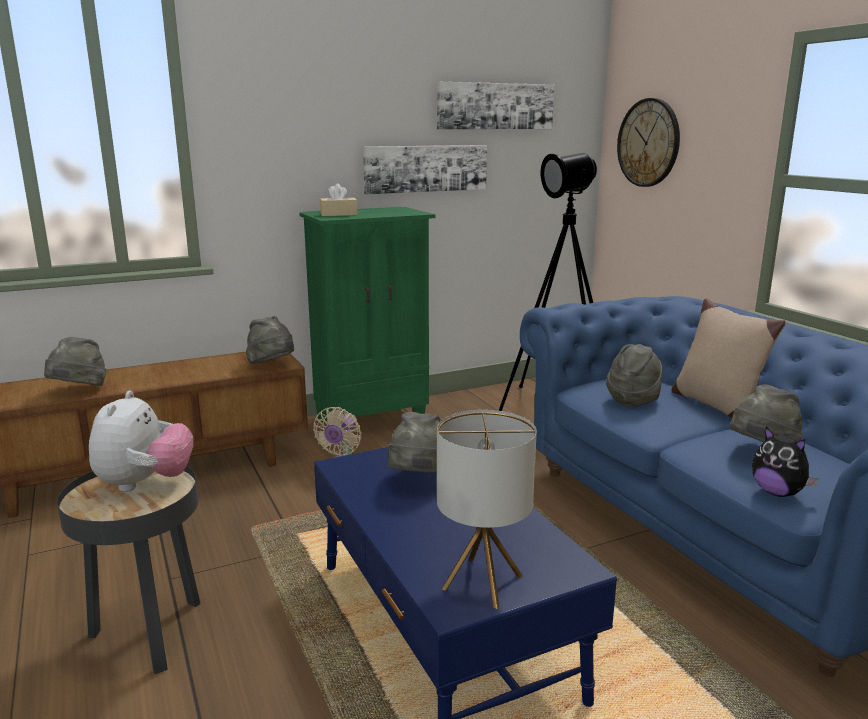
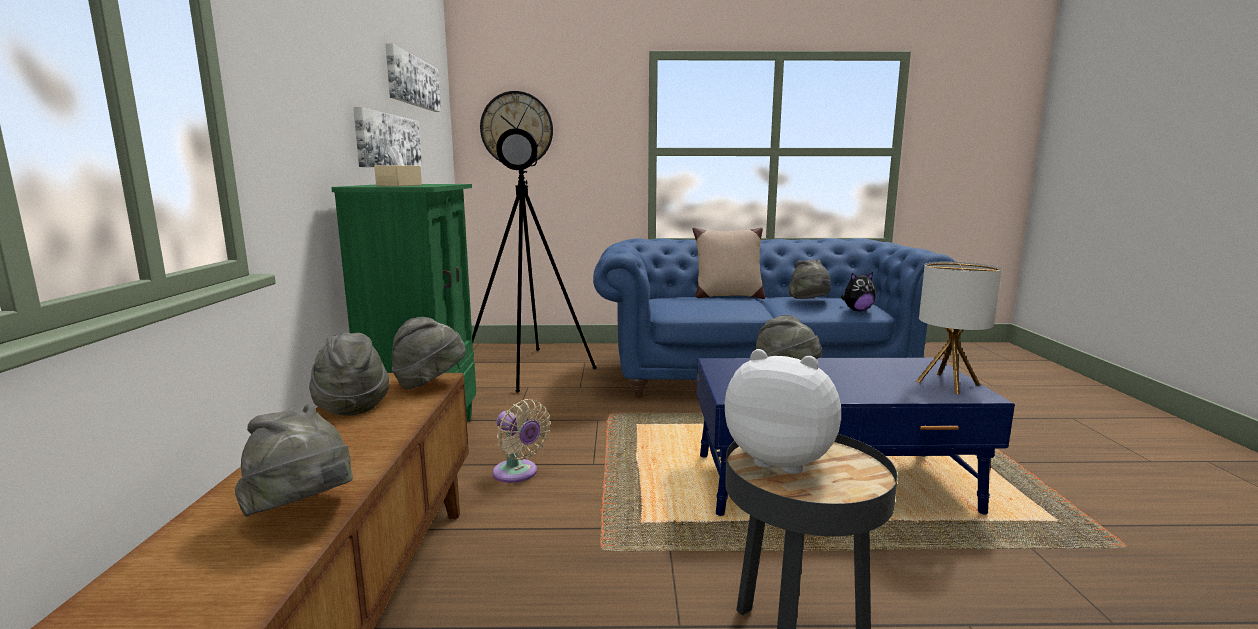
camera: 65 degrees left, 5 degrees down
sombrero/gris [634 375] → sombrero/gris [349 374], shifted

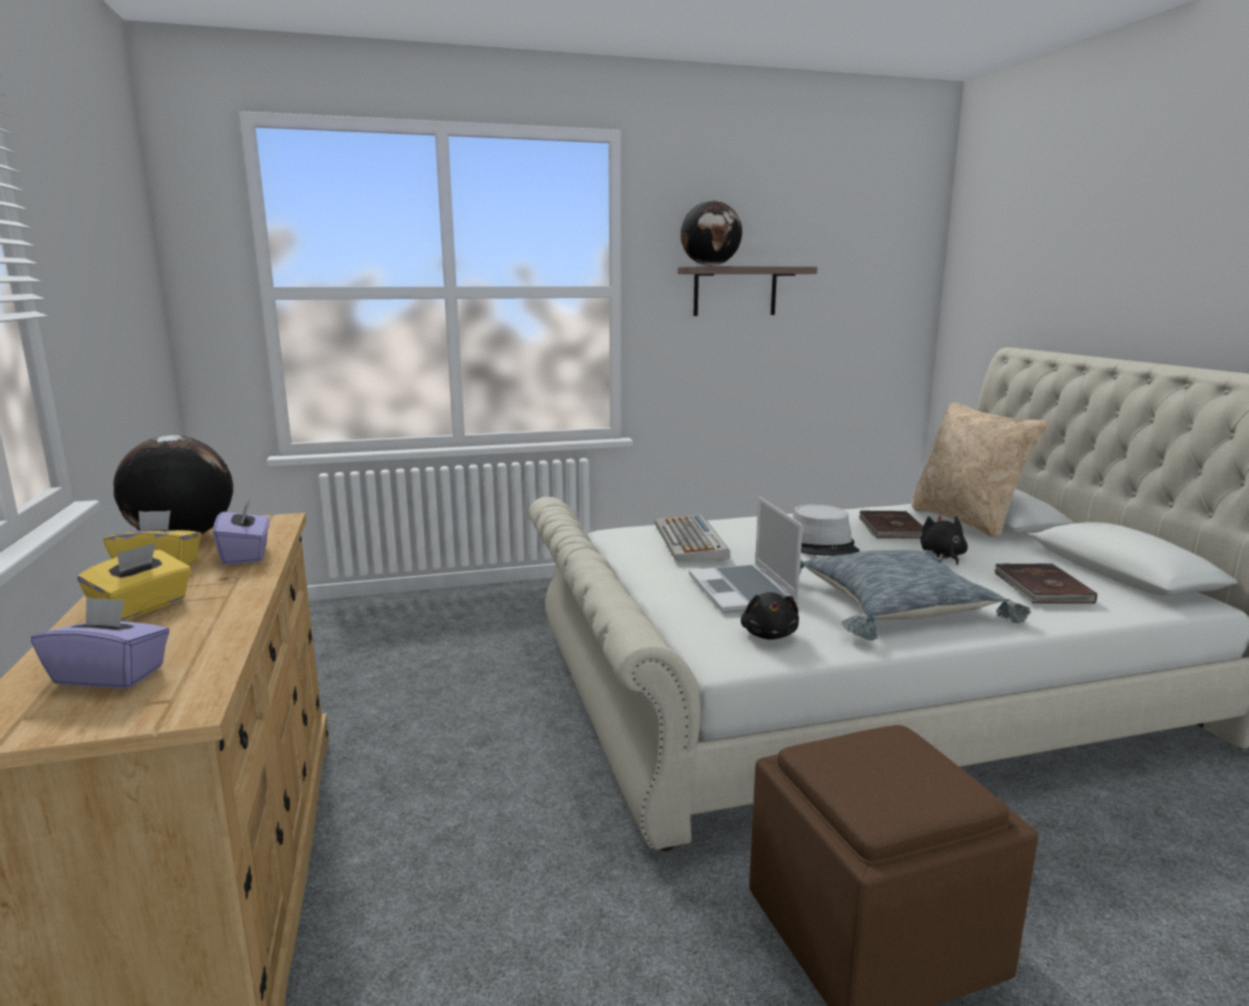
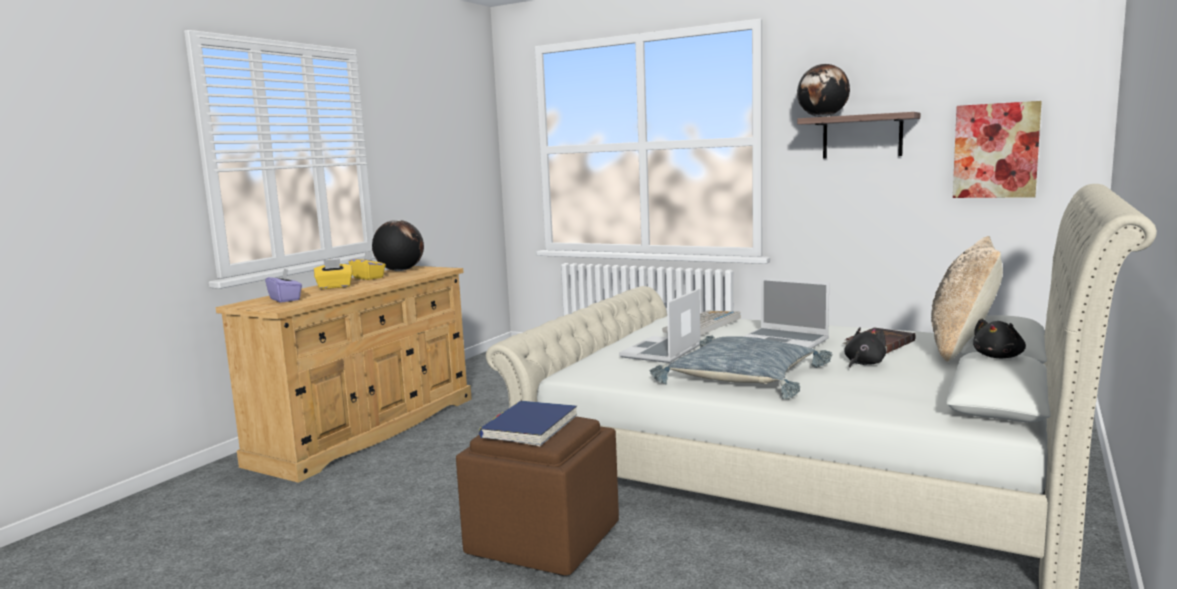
camera: 45 degrees right, 5 degrees down
caja de pañuelos/morado [241 531] → -
sombrero/gris [826 530] → portátil [786 313]
libro/marrón [1046 583] → -
peluche/negro [770 616] → peluche/negro [999 338], shifted
- → cuadro [997 149]
- → libro/azul [528 423]

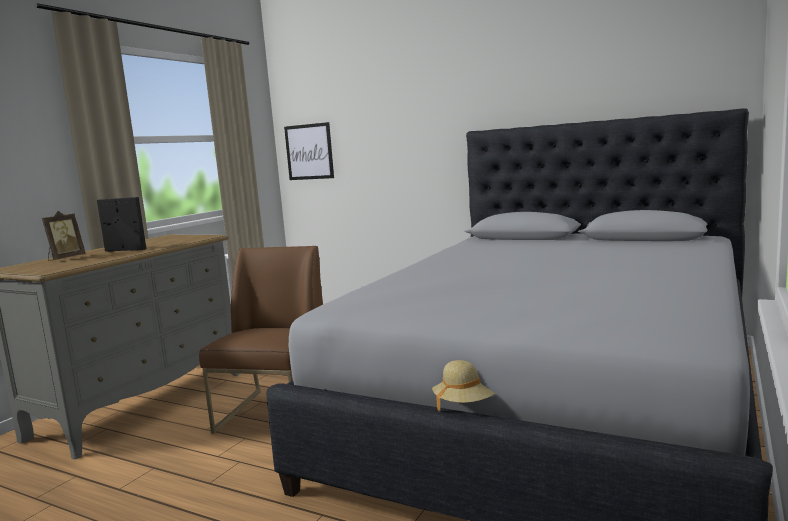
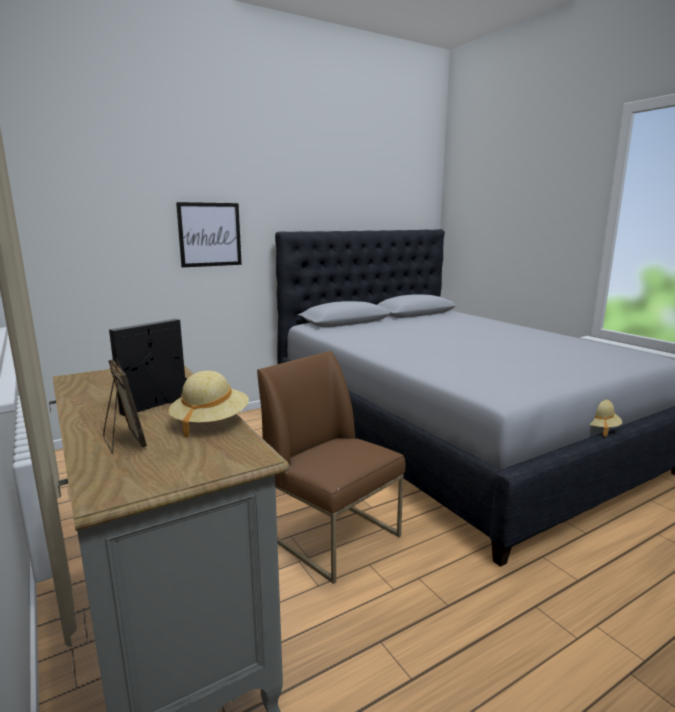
camera: 60 degrees left, 5 degrees up
cuadro [309 151] → cuadro [209 234], shifted
- → sombrero/beis [208 404]

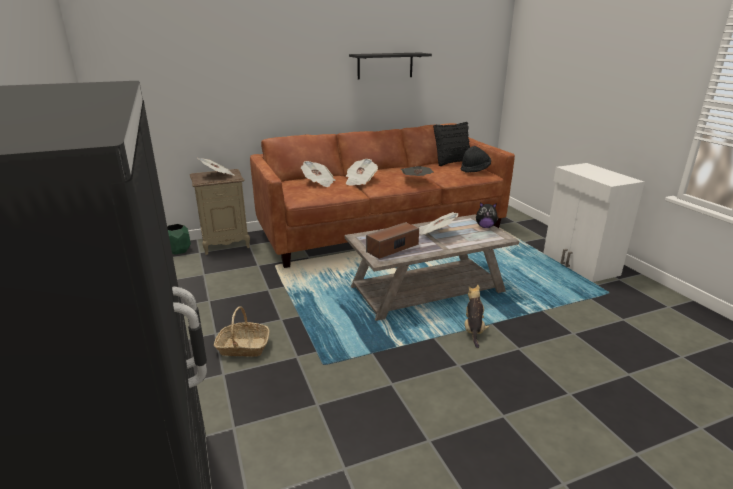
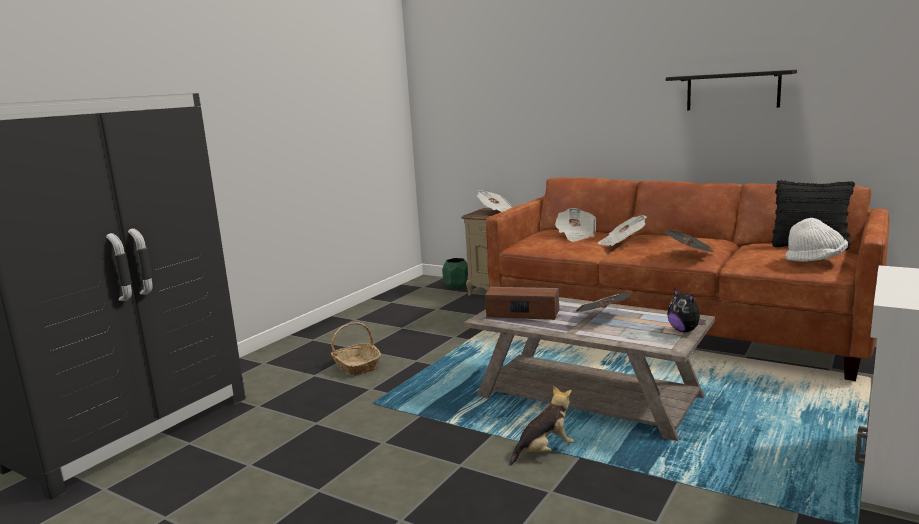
camera: 55 degrees right, 10 degrees down
sombrero/negro [476 159] → sombrero/blanco [816 240]

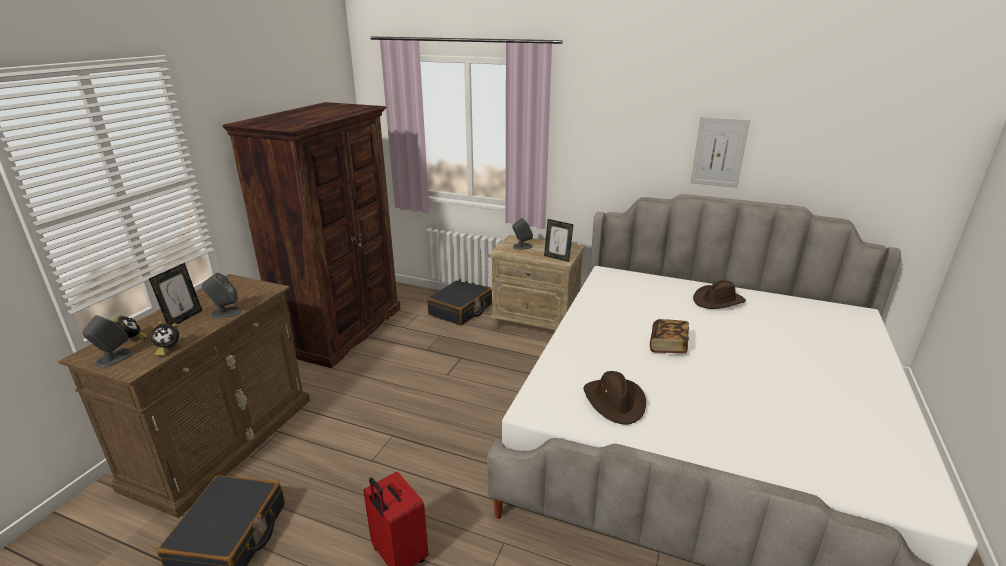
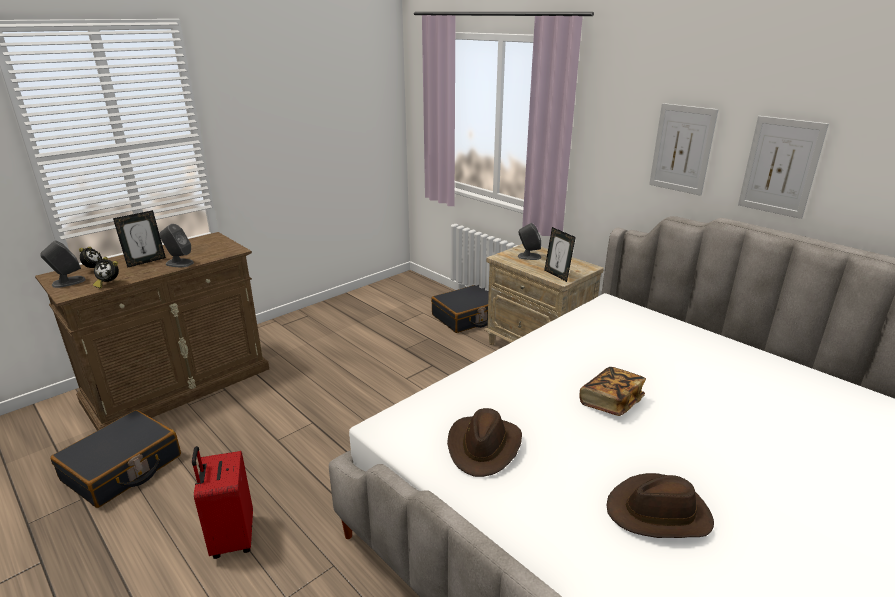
camera: 25 degrees right, 0 degrees up
armario ropero/marrón [311 235] → -
sombrero/marrón [719 294] → sombrero/marrón [660 505], shifted
- → cuadro [684 149]

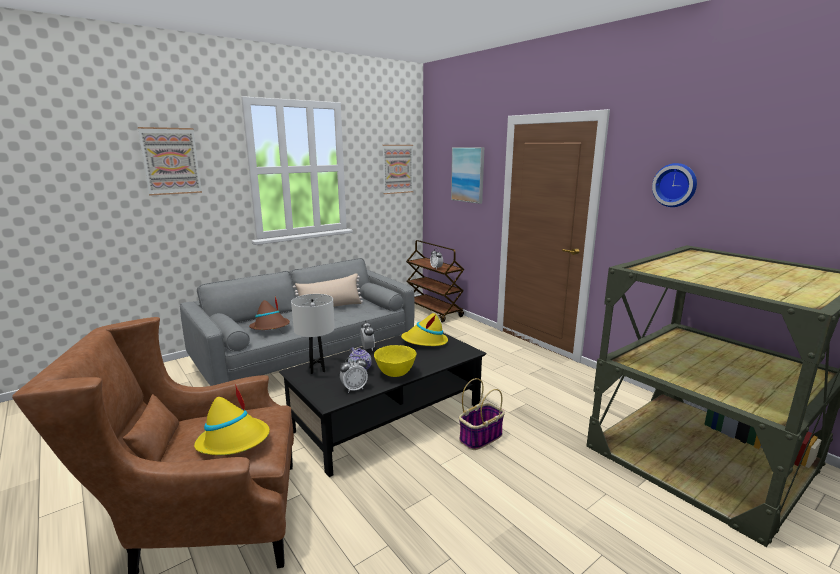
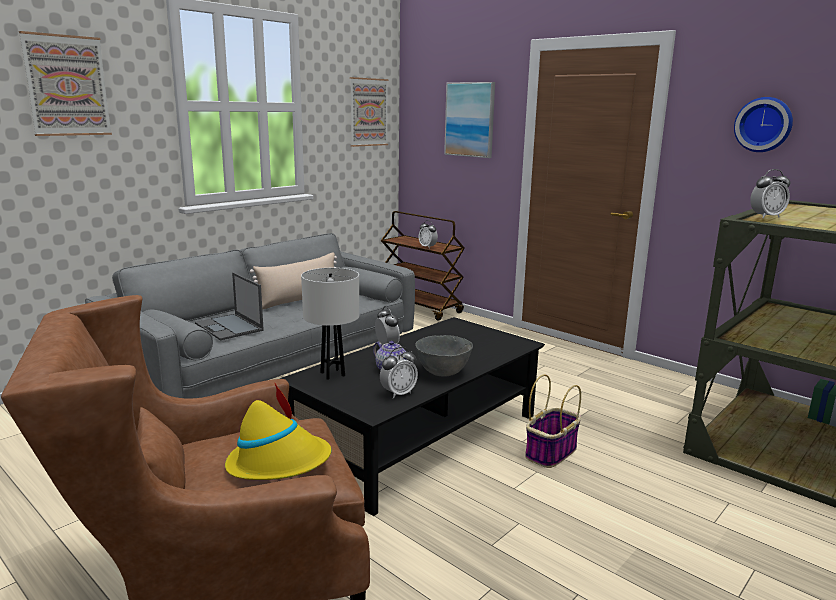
camera: 10 degrees left, 0 degrees up
sombrero/marrón [269 313] → portátil [229 306]
sombrero/amarillo [424 329] → -
cuenco/amarillo [395 361] → cuenco/gris [444 356]
- → despertador [770 193]

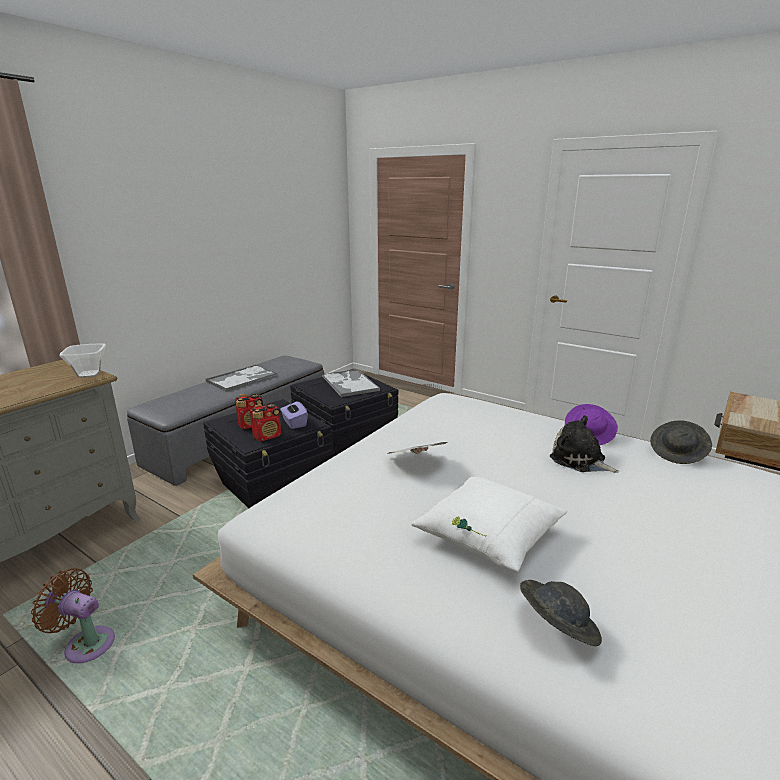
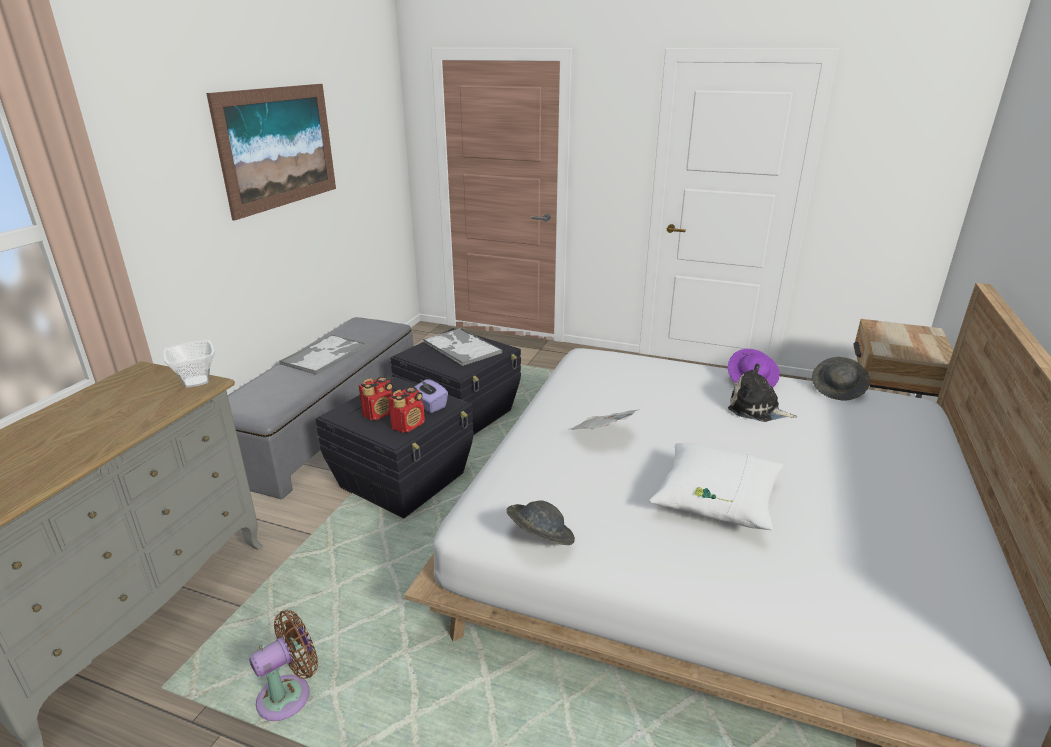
camera: 15 degrees left, 5 degrees up
ventilador/marrón [73 615] → ventilador/marrón [283 665], 135 degrees clockwise
sombrero/gris [561 613] → sombrero/gris [540 522], shifted
- → cuadro [271 152]

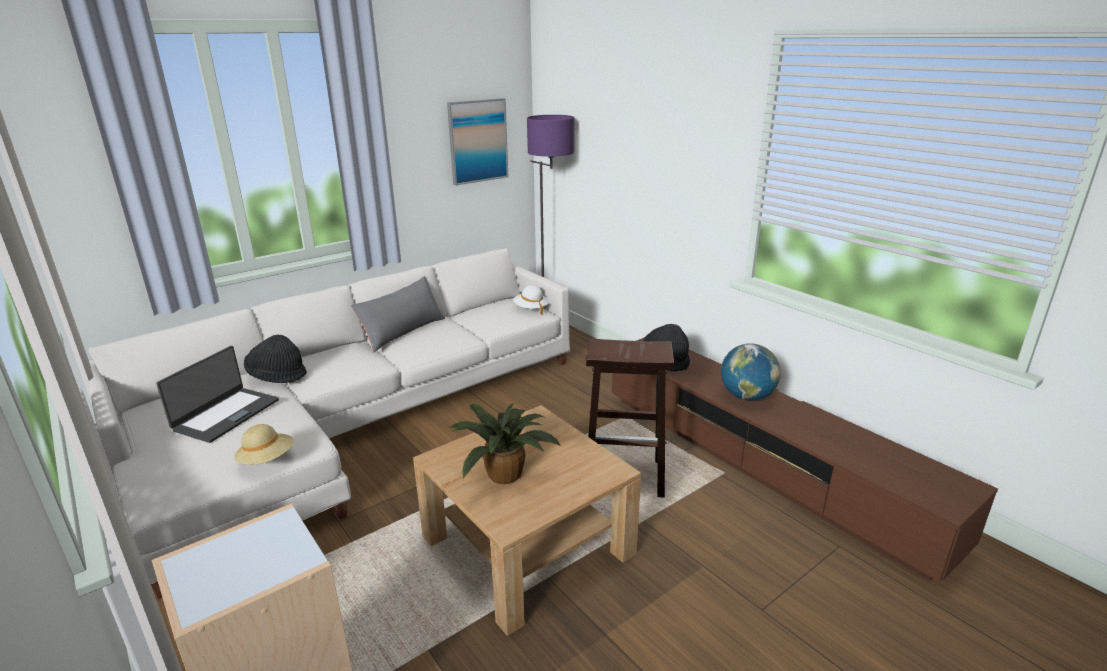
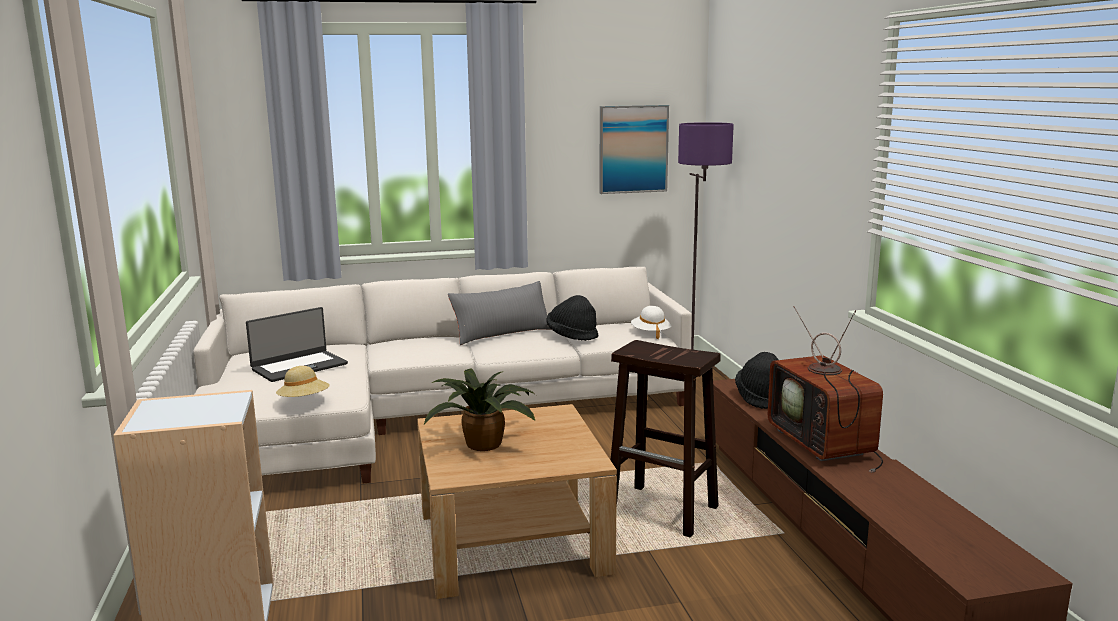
camera: 25 degrees right, 10 degrees down
sombrero/negro [275 359] → sombrero/negro [572 318], shifted
globo terráqueo [751 372] → televisor [825 389]

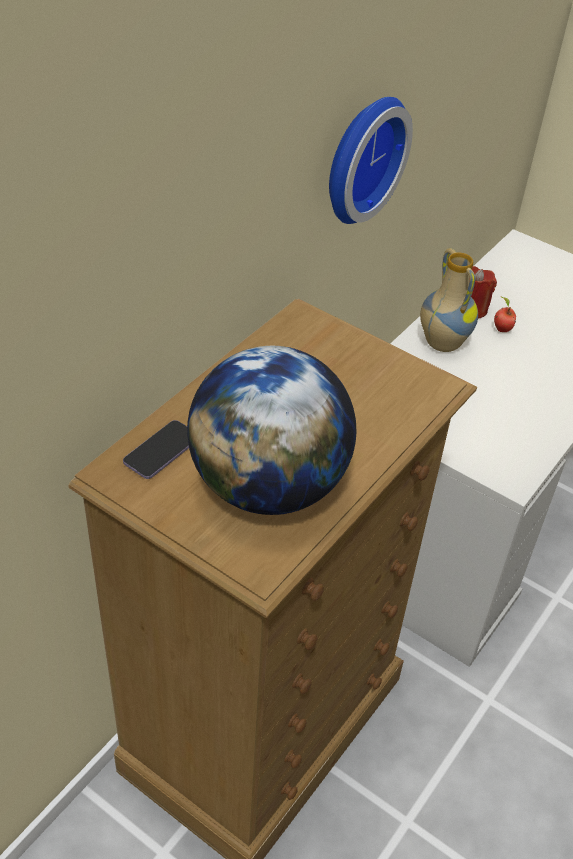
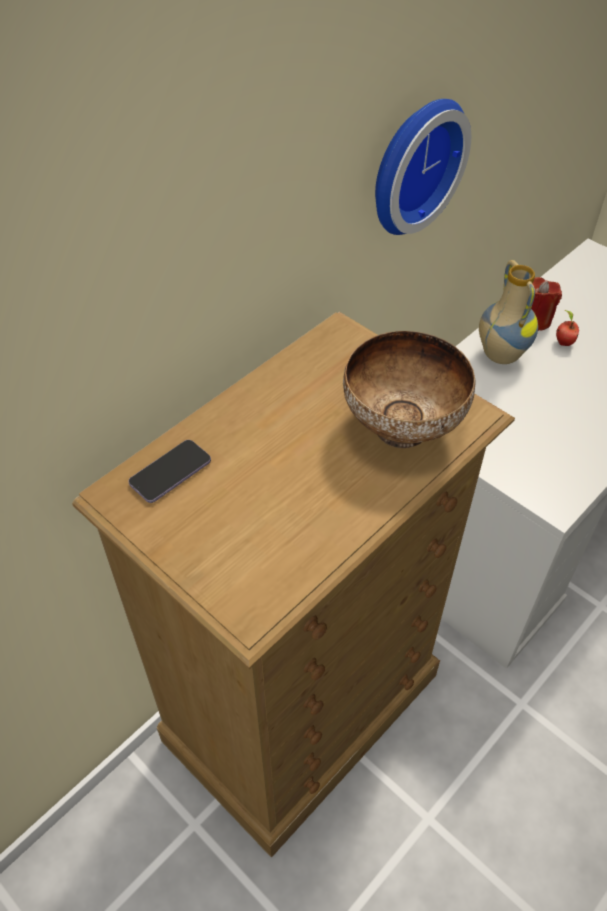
camera: 10 degrees right, 5 degrees up
globo terráqueo [272 430] → -
- → cuenco [409 389]

